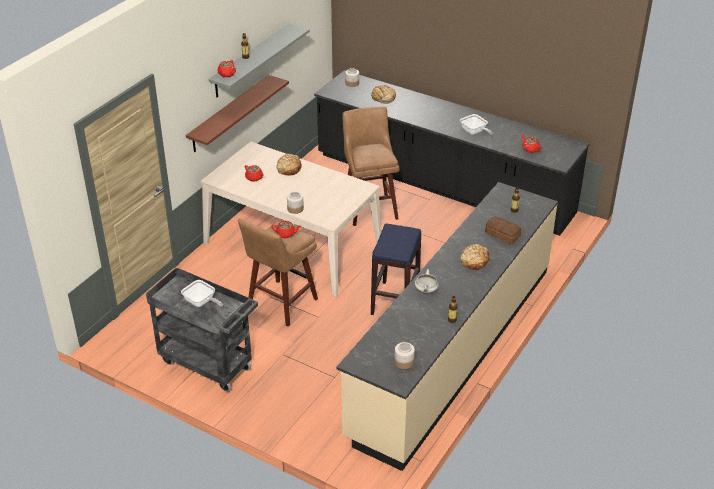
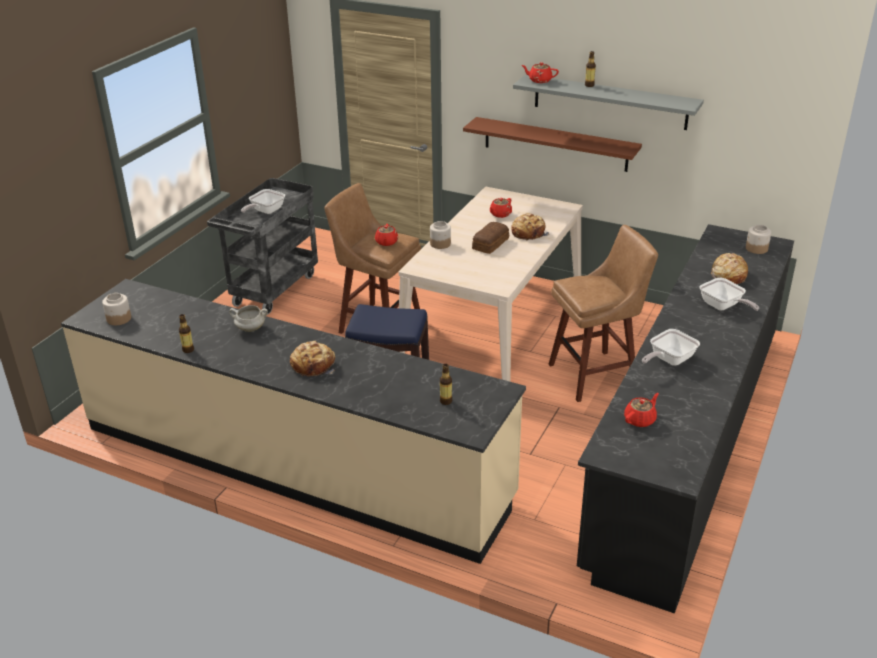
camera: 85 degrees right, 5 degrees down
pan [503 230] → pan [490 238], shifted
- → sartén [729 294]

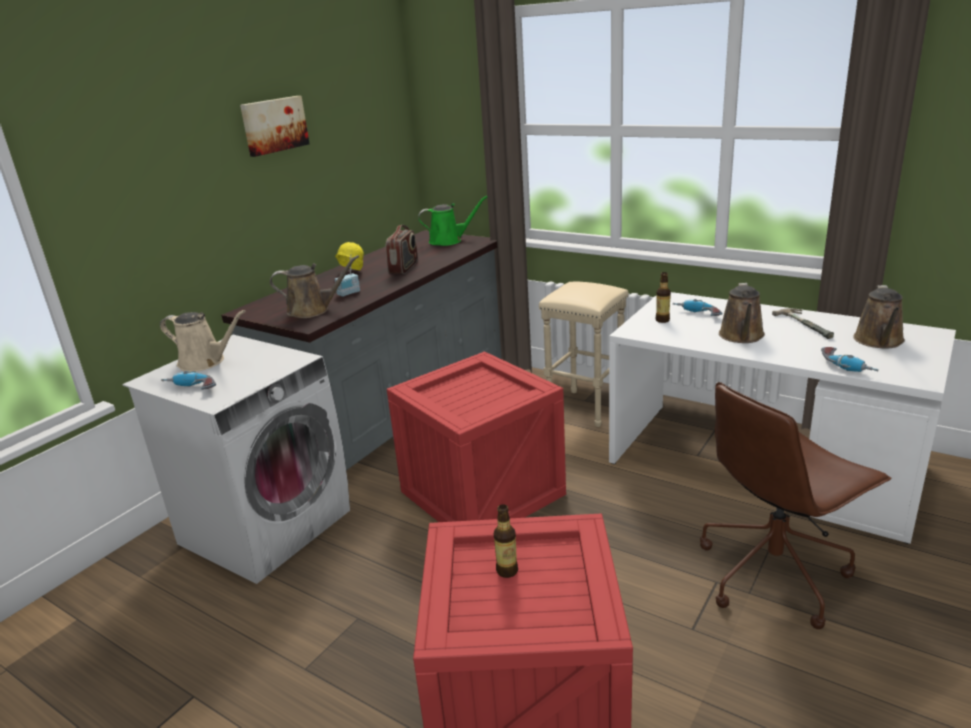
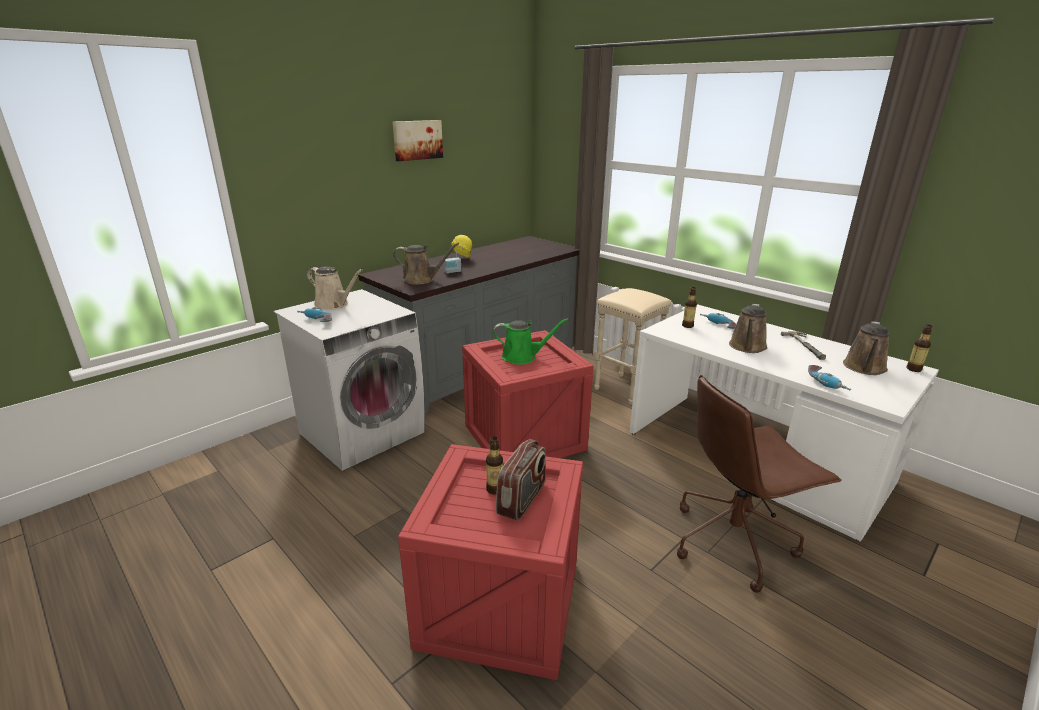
camera: 10 degrees right, 0 degrees up
regadera/verde [452 221] → regadera/verde [530 341], shifted
radio [402 249] → radio [521 480], shifted
- → botella [920 348]

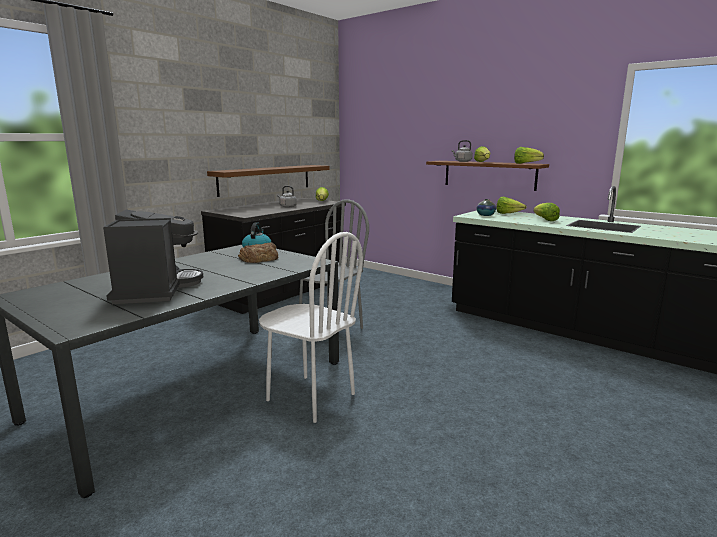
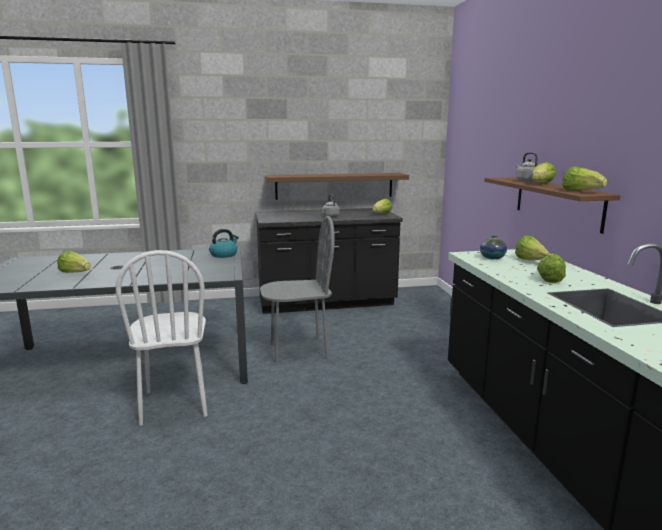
camera: 40 degrees right, 0 degrees up
cafetera [153 256] → lechuga [74 262]
pan [258 252] → -

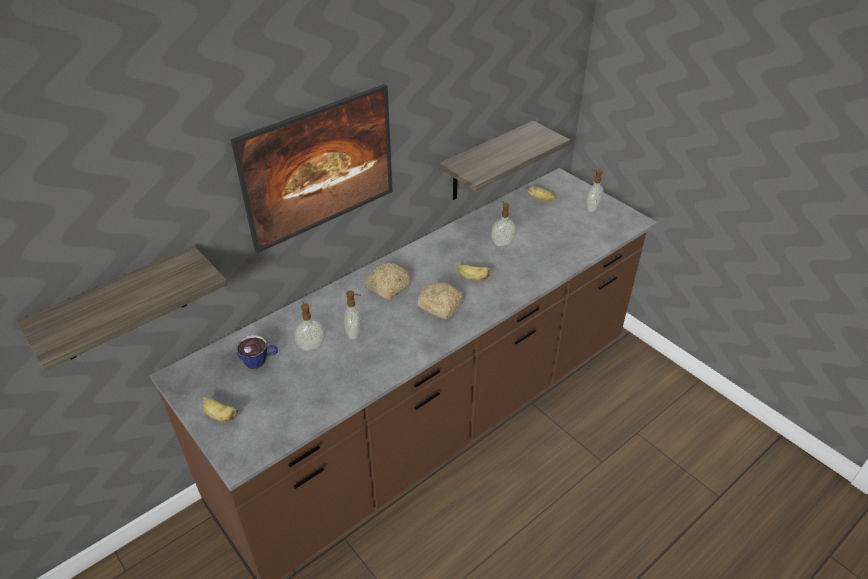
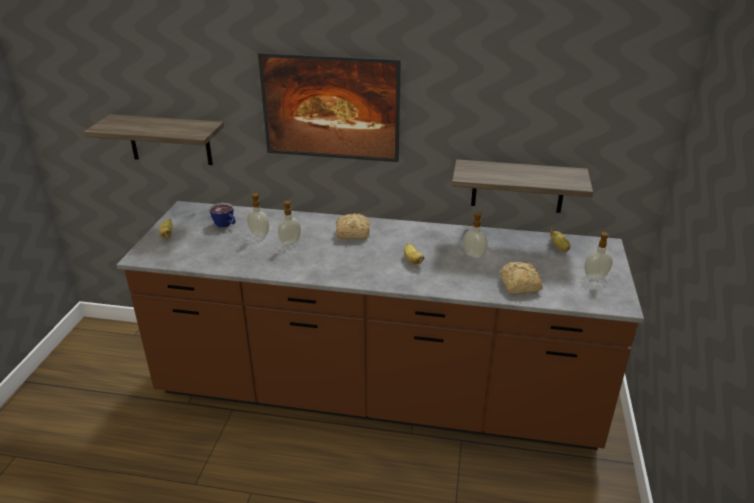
camera: 50 degrees right, 10 degrees down
pan [440 300] → pan [521 278], shifted

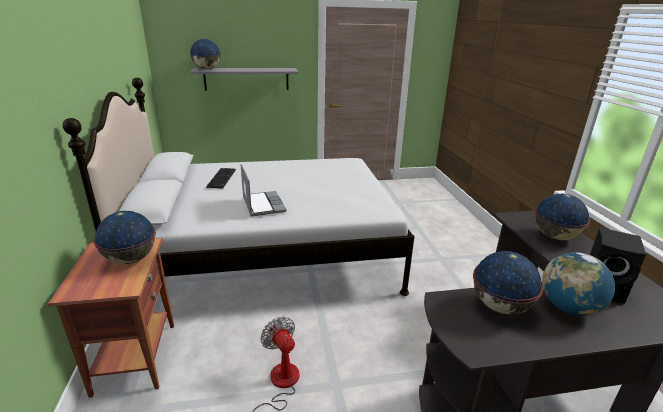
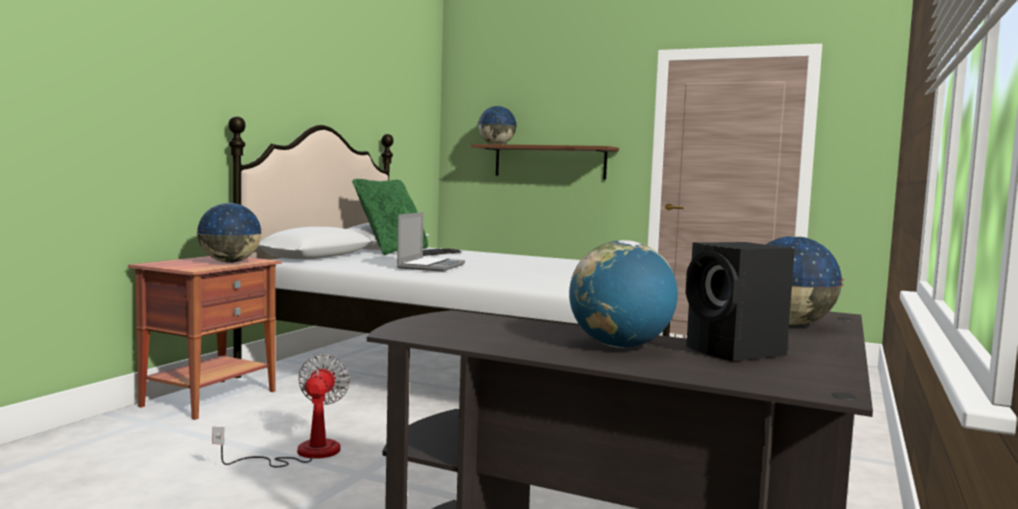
camera: 35 degrees right, 20 degrees down
estante/gris [244 79] → estante/marrón [545 162]
globo terráqueo [508 283] → -
- → cojín/verde [390 217]

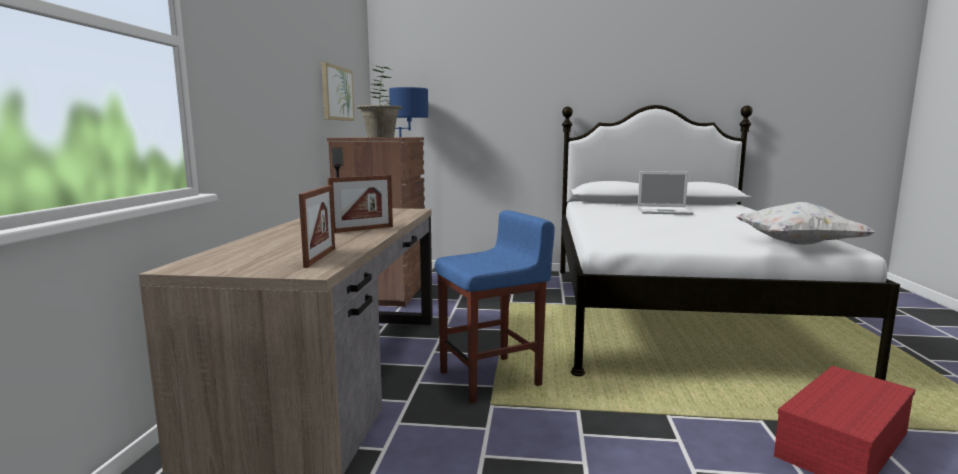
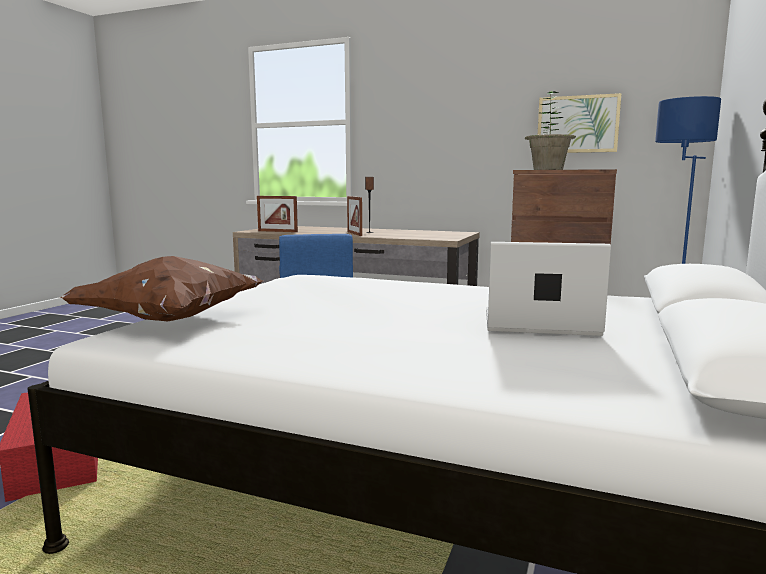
camera: 105 degrees right, 0 degrees up
portátil [665 193] → portátil [548 289], 75 degrees clockwise
cojín/blanco [805 223] → cojín/marrón [161 288]

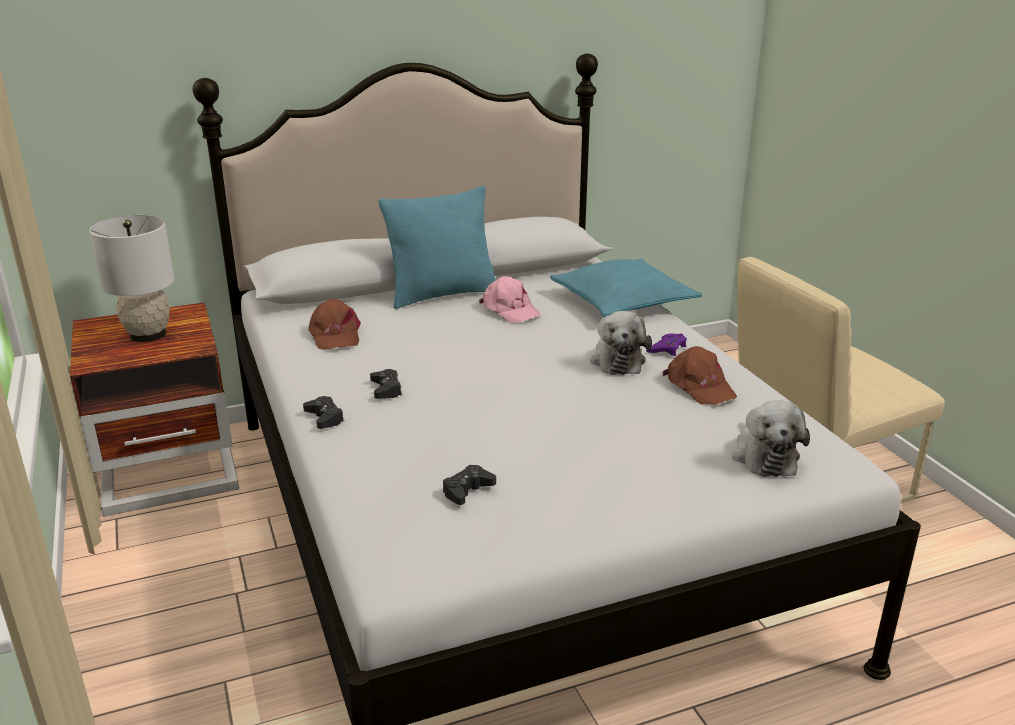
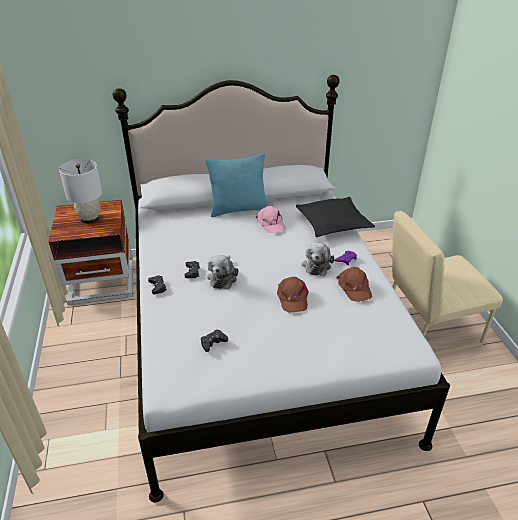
camera: 10 degrees right, 10 degrees up
cojín/turquesa [626 287] → cojín/negro [335 217]
gorra/marrón [334 324] → gorra/marrón [292 295], shifted
peluche [771 438] → peluche [222 272], shifted

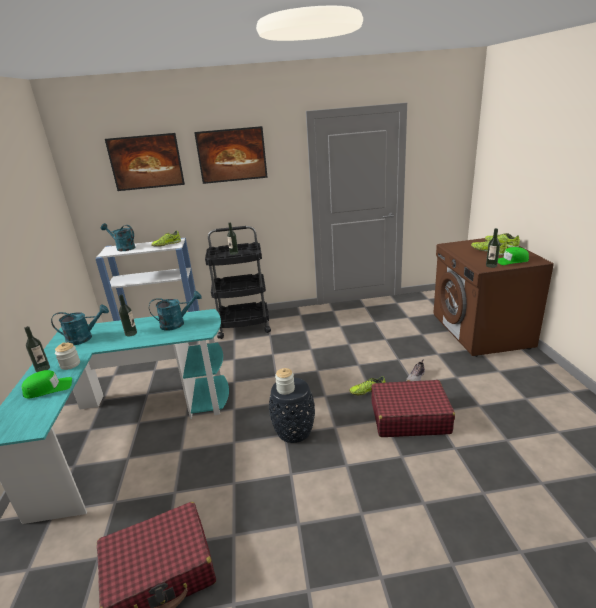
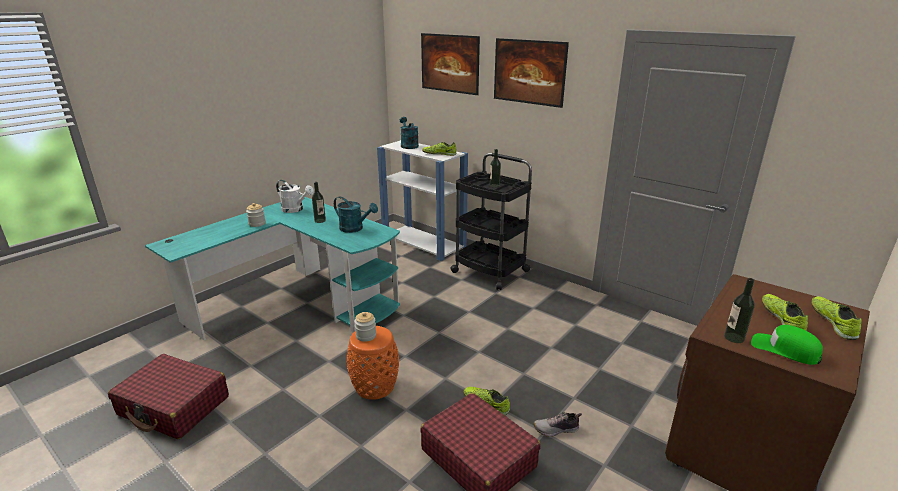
camera: 45 degrees right, 0 degrees up
regadera/turquesa [80 325] → regadera/blanco [295 196]
botella [37 349] → -
gorra/verde [47 384] → -
taburete/negro [292 410] → taburete/naranja [373 363]

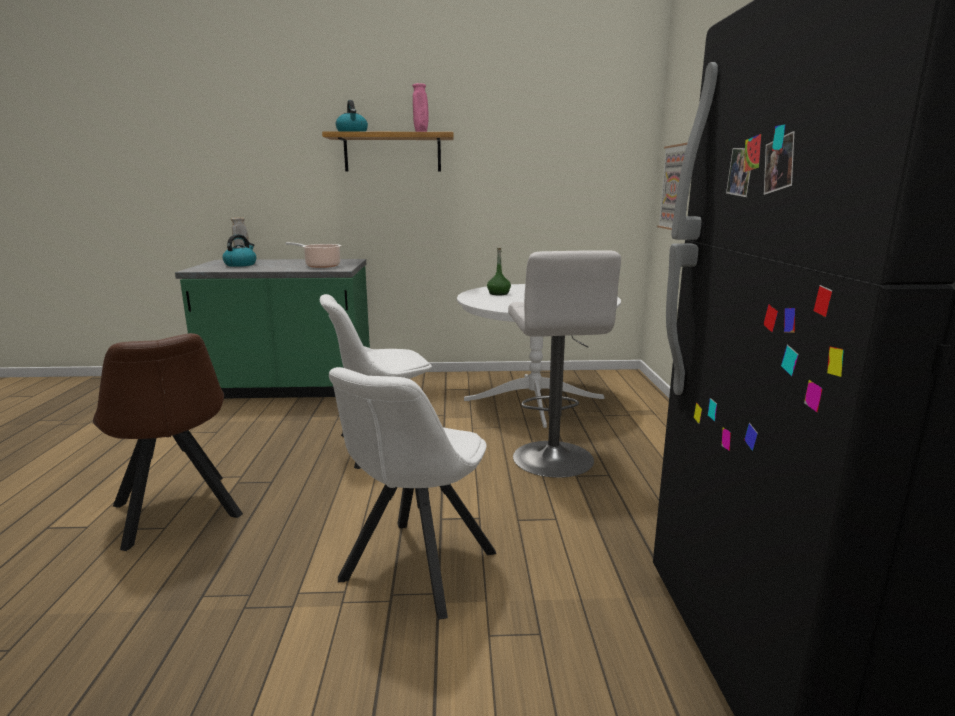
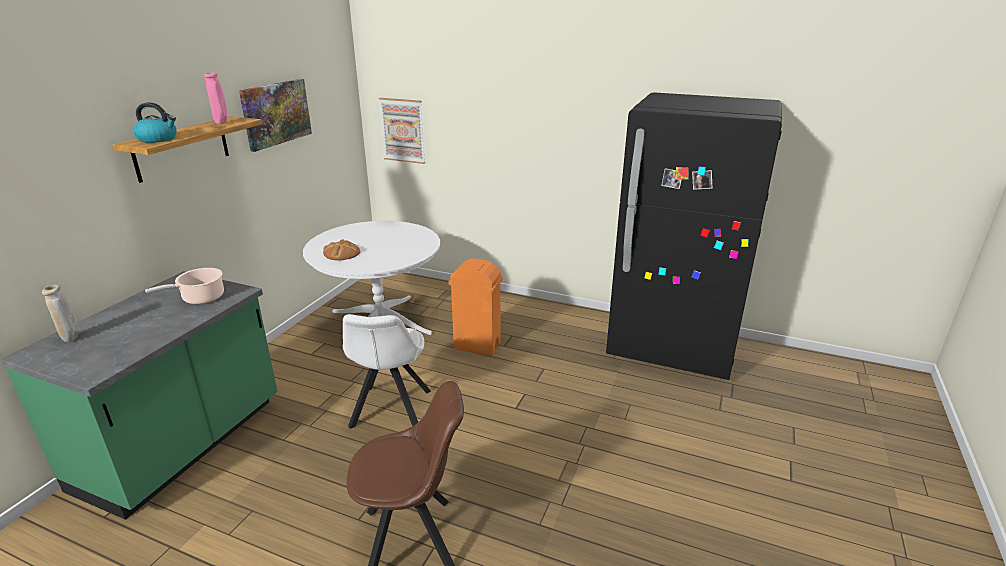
camera: 65 degrees left, 10 degrees up
hervidor [239 250] → -
botella/verde [499 271] → pan [341 250]
taburete/blanco [564 364] → papelera/naranja [475 307]
silla/blanco [412 493] → -
- → cuadro [275 115]

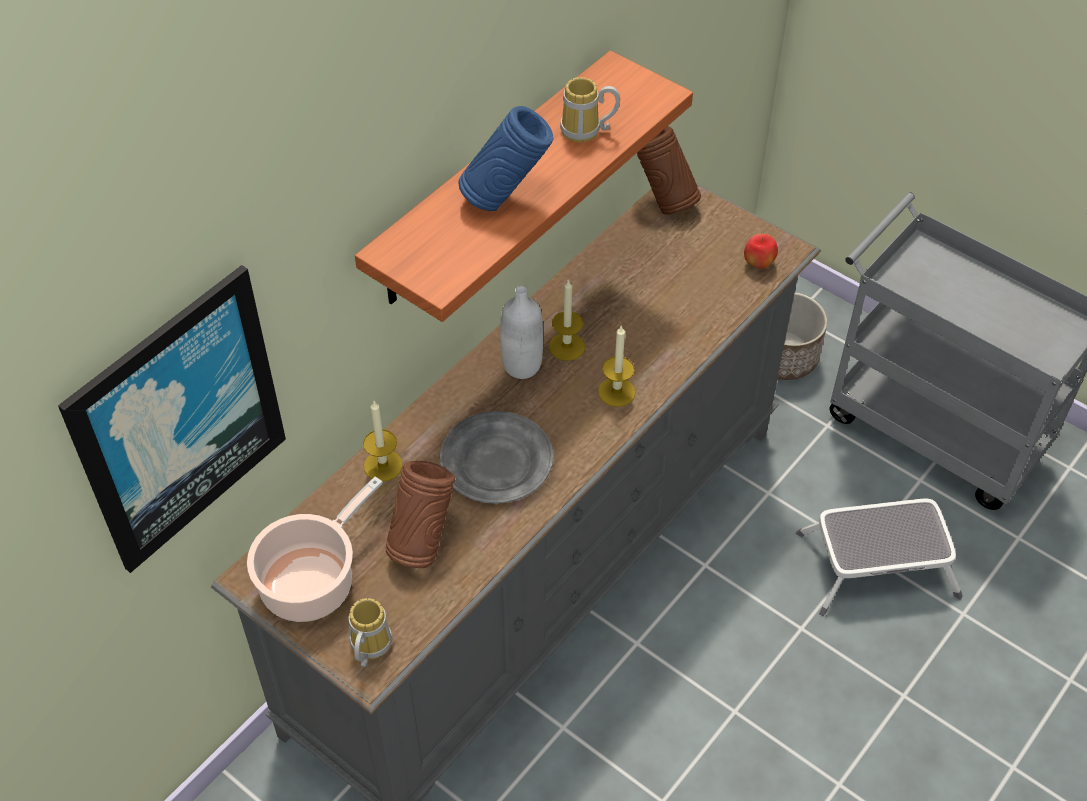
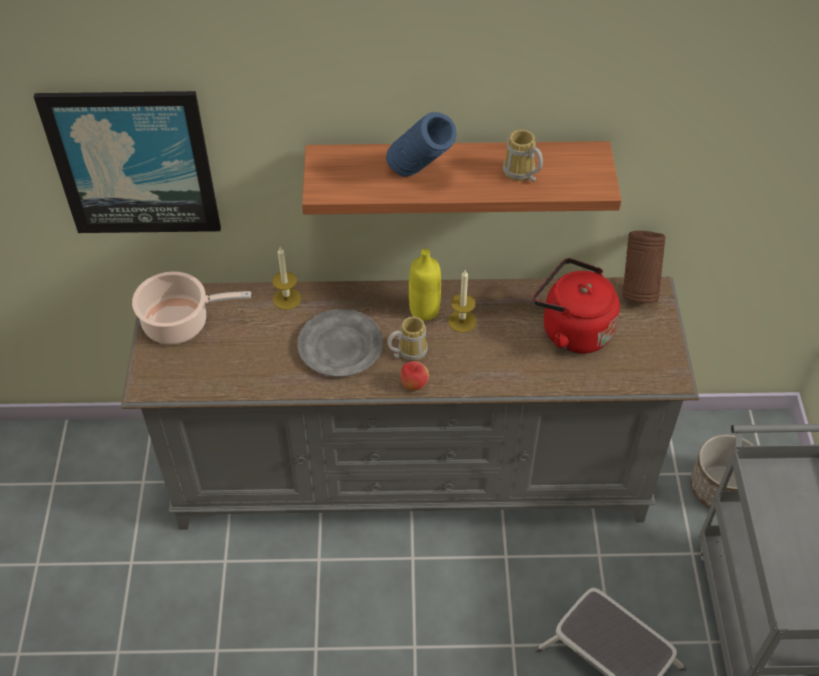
camera: 50 degrees right, 0 degrees up
manzana [761 251] → manzana [415 375], shifted
botella/blanco [521 332] → botella/amarillo [425 284]
vela [617 366] → -
florero/marrón [420 514] → -
taza grande [370 632] → taza grande [407 338], shifted
- → hervidor/rojo [576 306]

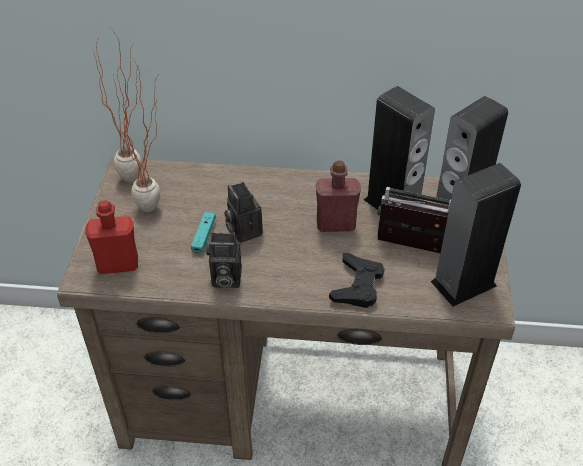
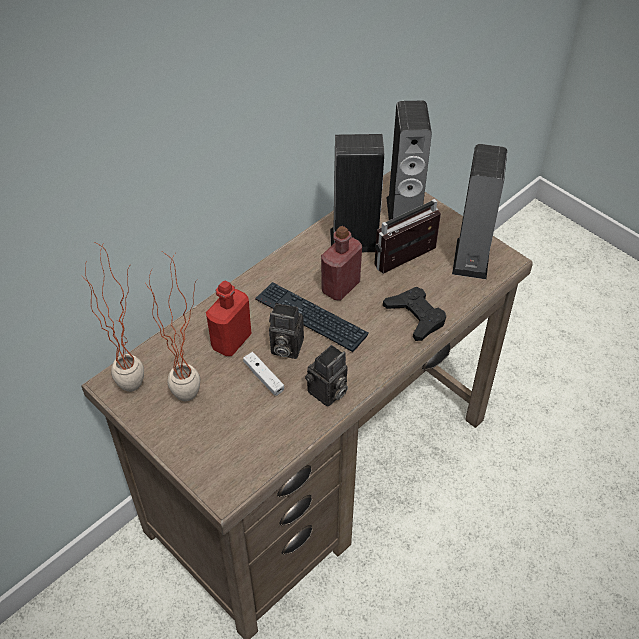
camera: 50 degrees left, 5 degrees up
botella/rojo [111 237] → botella/rojo [229 318], shifted
mando de consola/turquesa [203 233] → mando de consola/blanco [263 374]
- → teclado [311 317]

